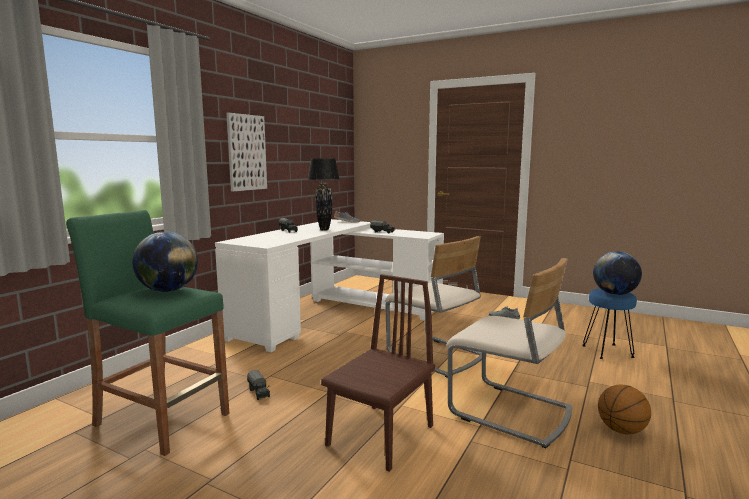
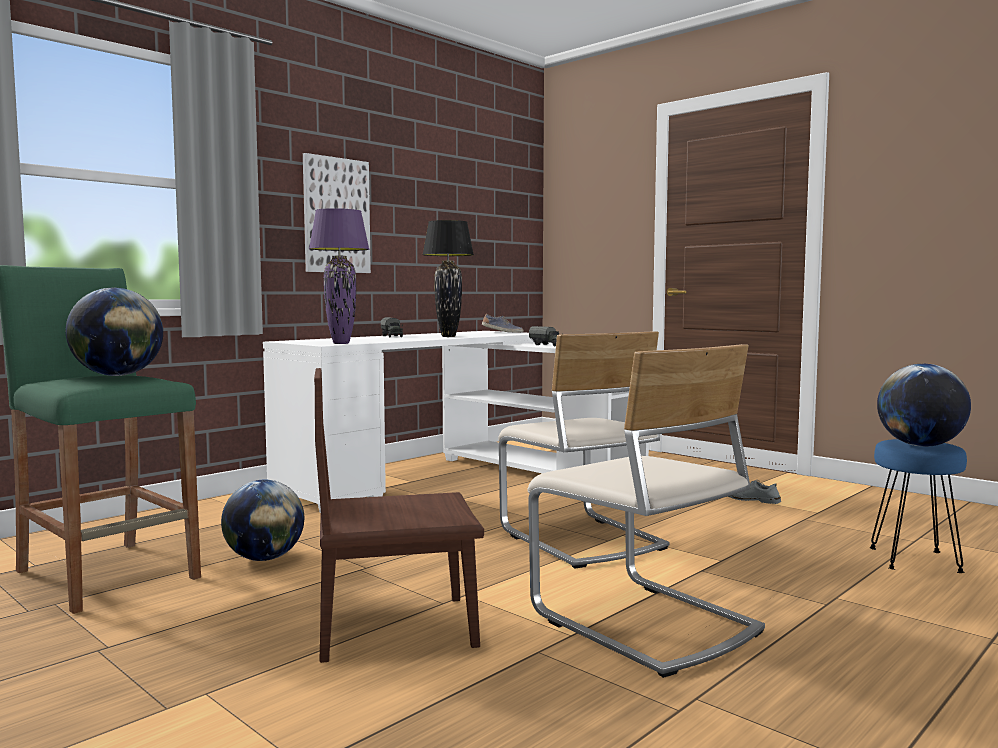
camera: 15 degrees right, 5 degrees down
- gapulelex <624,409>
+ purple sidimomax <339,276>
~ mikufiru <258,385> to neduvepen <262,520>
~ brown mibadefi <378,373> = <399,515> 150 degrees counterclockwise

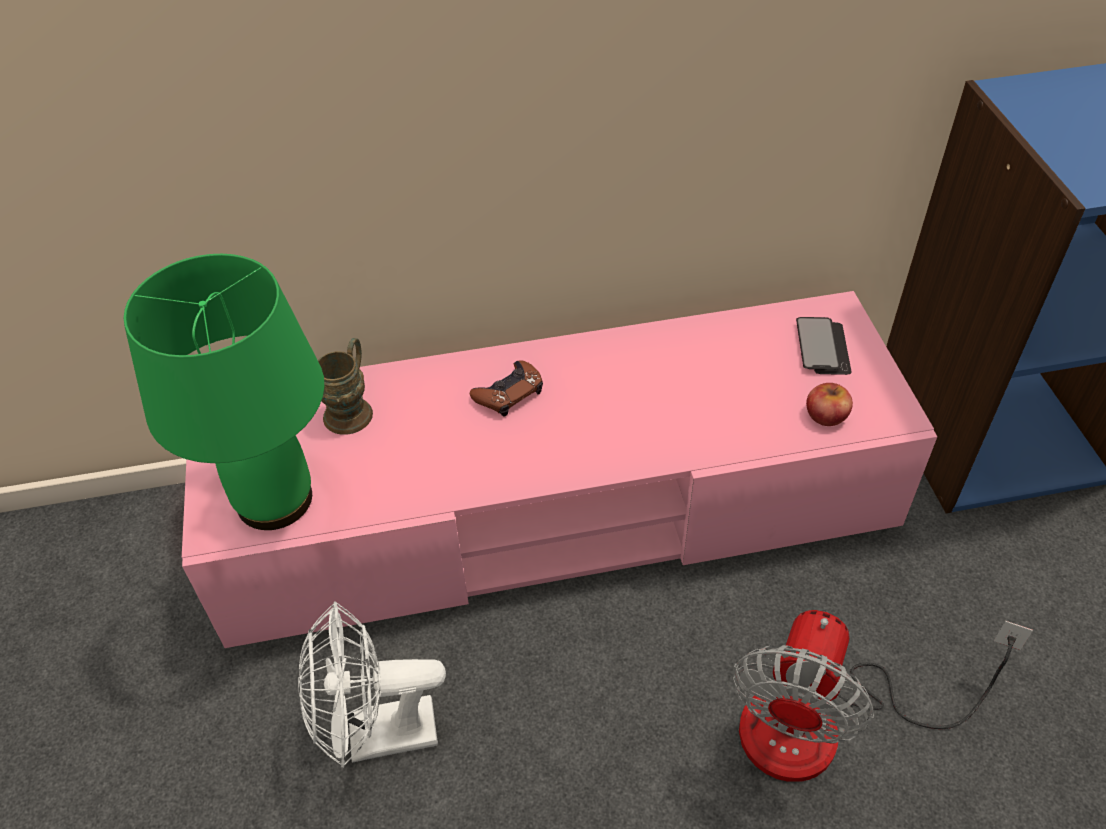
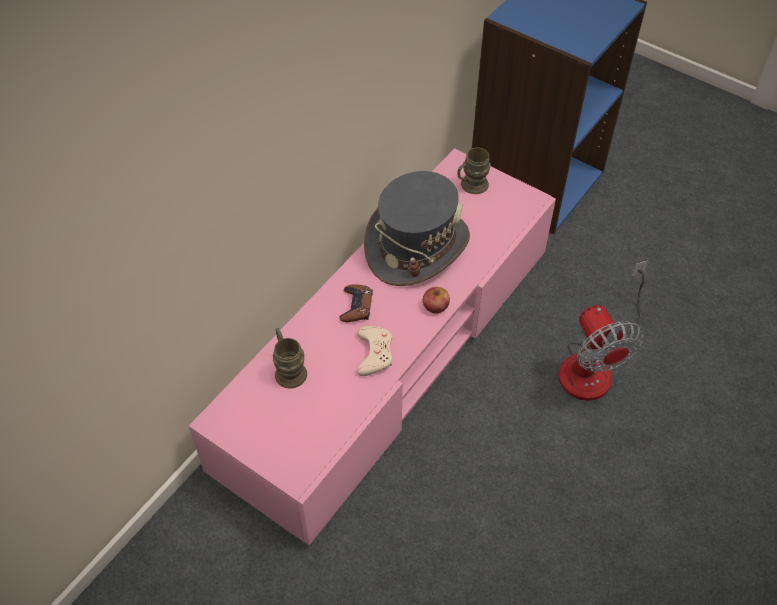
camera: 45 degrees left, 5 degrees up
- green sidimomax <224,392>
- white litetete <372,685>
+ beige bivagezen <375,351>
+ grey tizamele <417,228>
~ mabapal <829,404> to <436,300>
~ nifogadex <823,346> to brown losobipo <474,170>

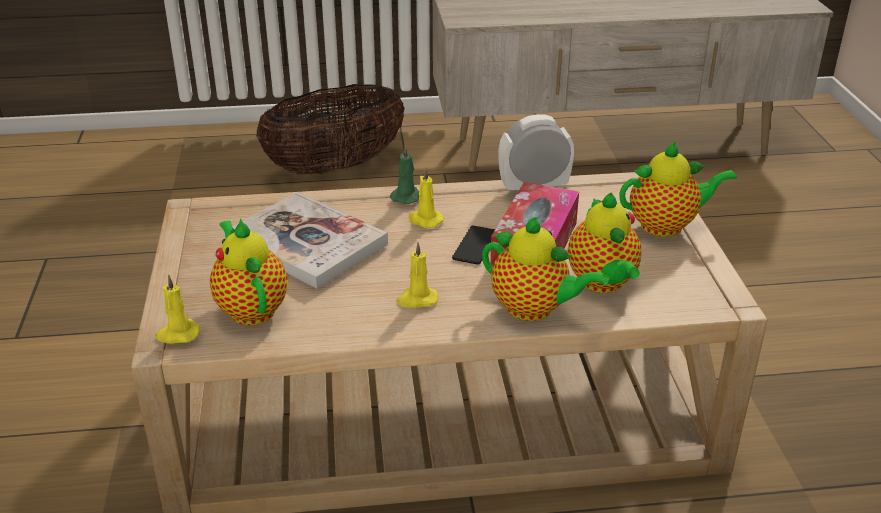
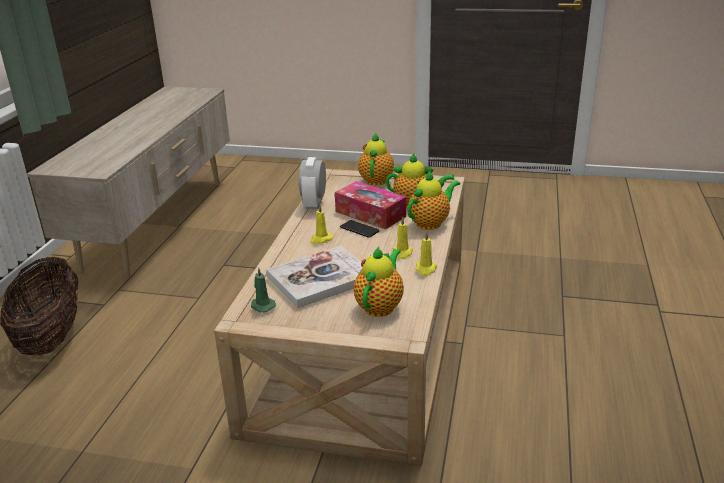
camera: 70 degrees left, 5 degrees down
~ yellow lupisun <177,309> to <426,254>
~ green lupisun <404,174> to <263,289>
~ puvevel <249,271> = <379,281> 120 degrees clockwise

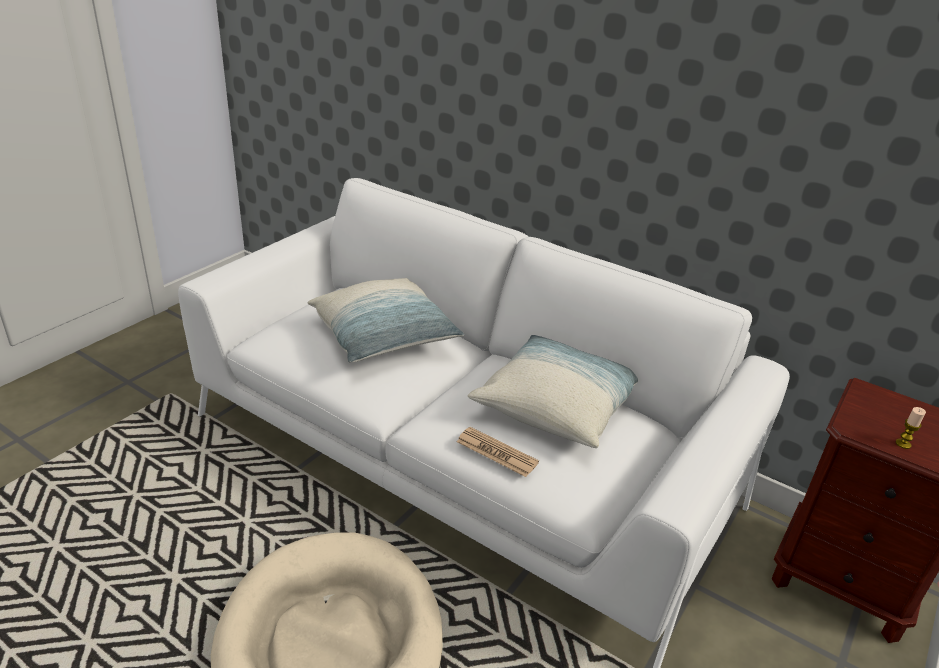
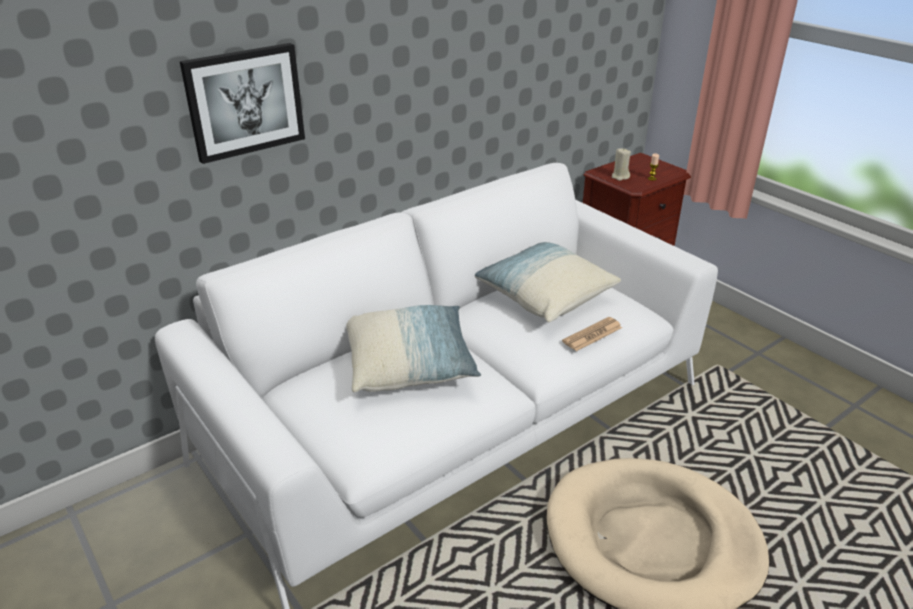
camera: 70 degrees left, 0 degrees up
+ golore <242,103>
+ beige lupisun <621,164>

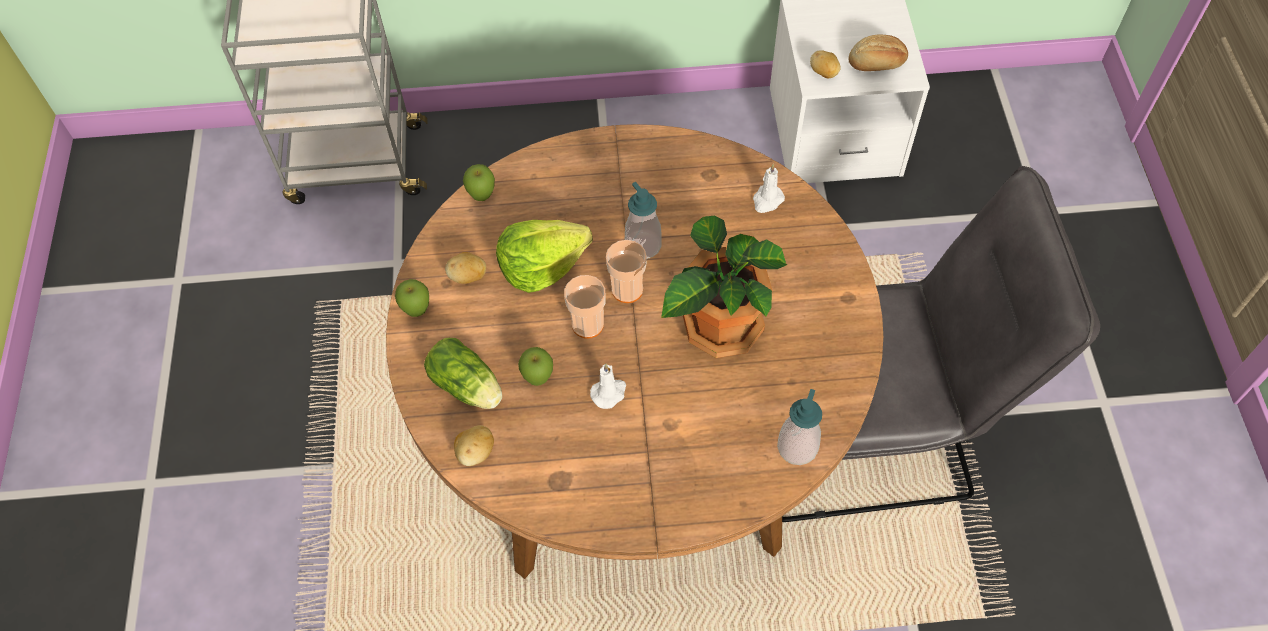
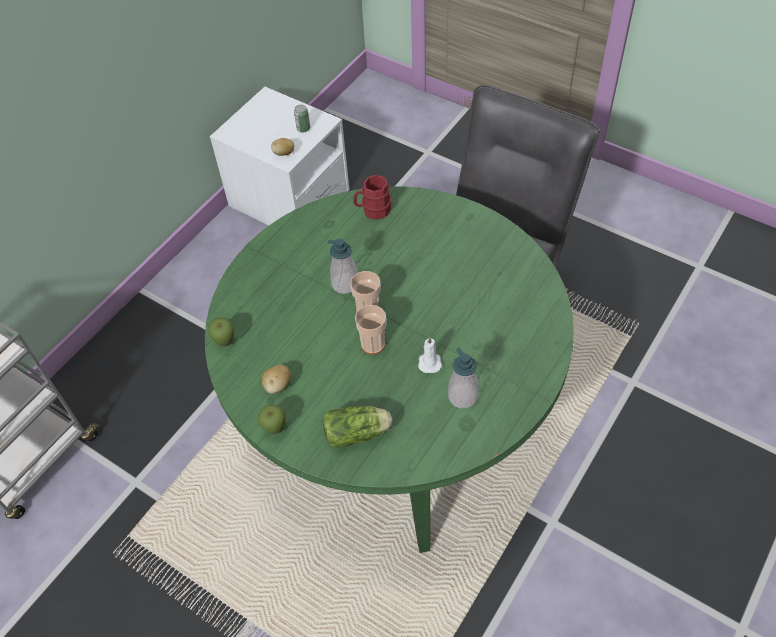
camera: 50 degrees left, 5 degrees down
- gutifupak <474,445>
- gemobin <544,256>
- mabapal <535,366>
- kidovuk <724,287>
~ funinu <799,427> to <463,378>
~ white lupisun <769,188> to red losobipo <372,197>
~ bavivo <878,53> to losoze <302,119>
~ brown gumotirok <634,351> to green gumotirok <389,369>

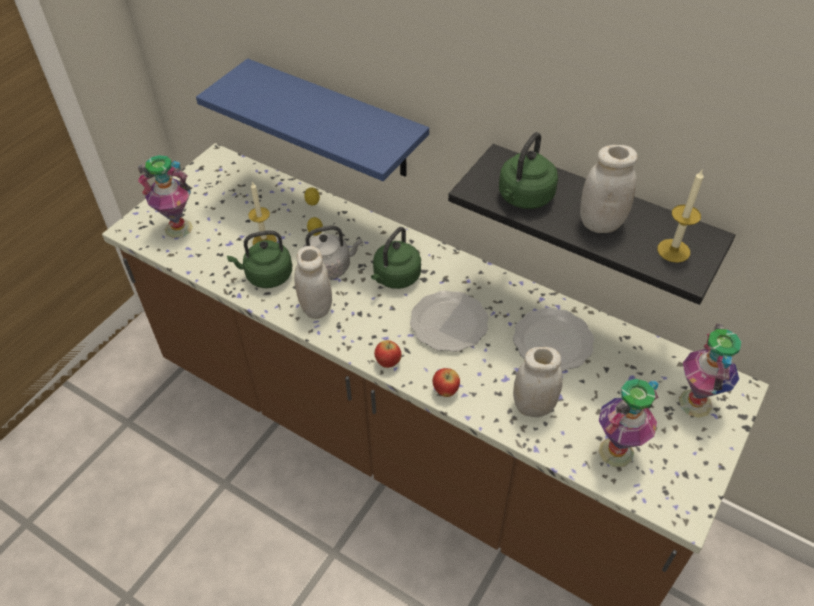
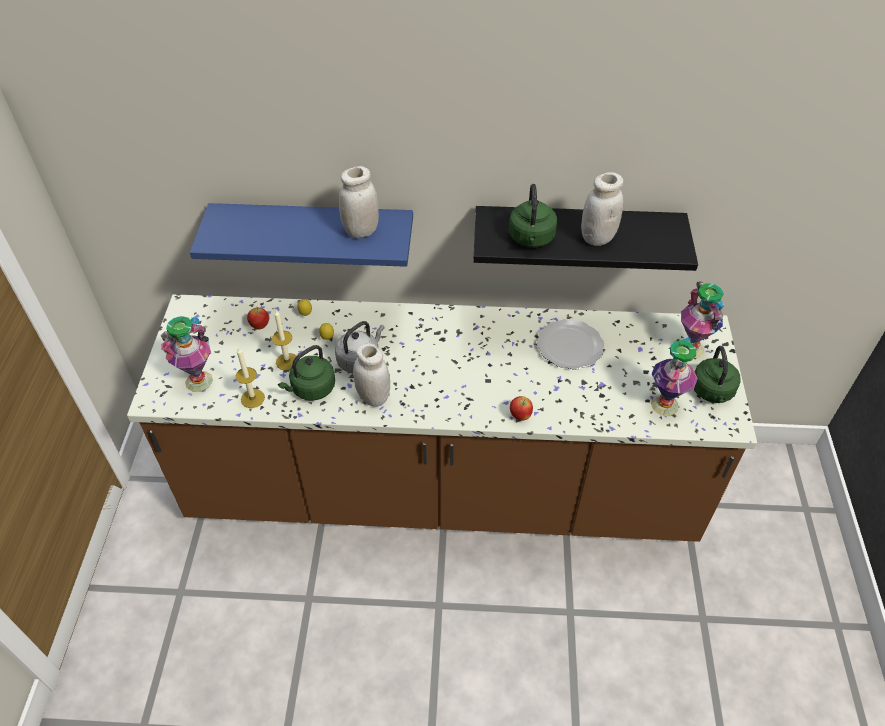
camera: 30 degrees left, 0 degrees up
- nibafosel <449,321>
~ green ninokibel <396,258> to <717,374>
~ mabapal <388,354> to <258,318>
~ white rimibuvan <538,382> to <359,202>
~ lupisun <680,216> to <250,378>

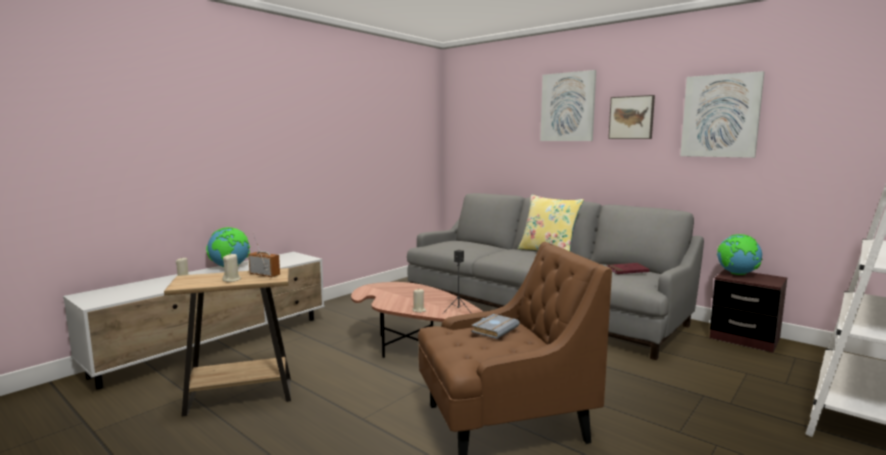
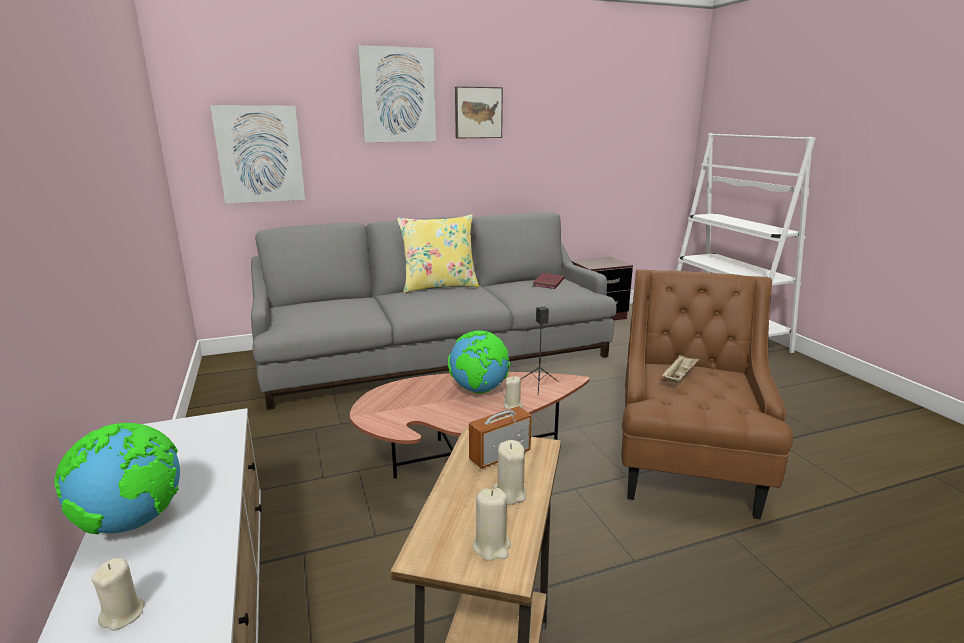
camera: 60 degrees left, 10 degrees up
+ beige lupisun <492,524>
~ golore <722,114> to <257,154>
~ neduvepen <740,254> to <479,362>
~ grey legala <495,326> to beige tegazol <681,368>

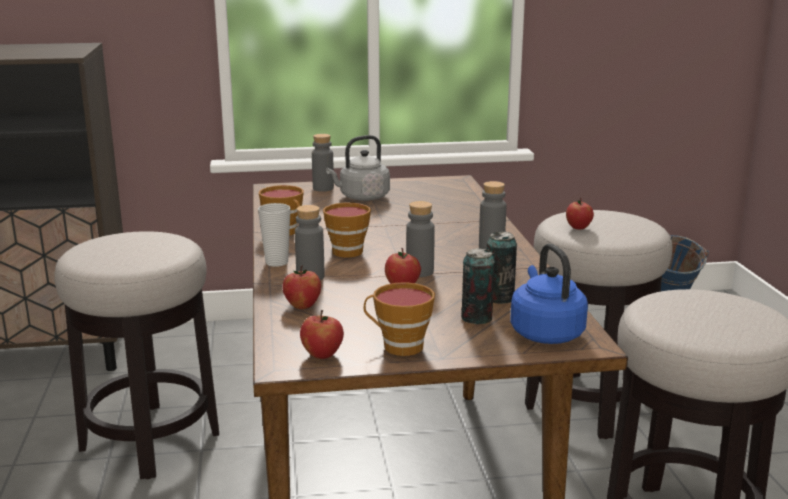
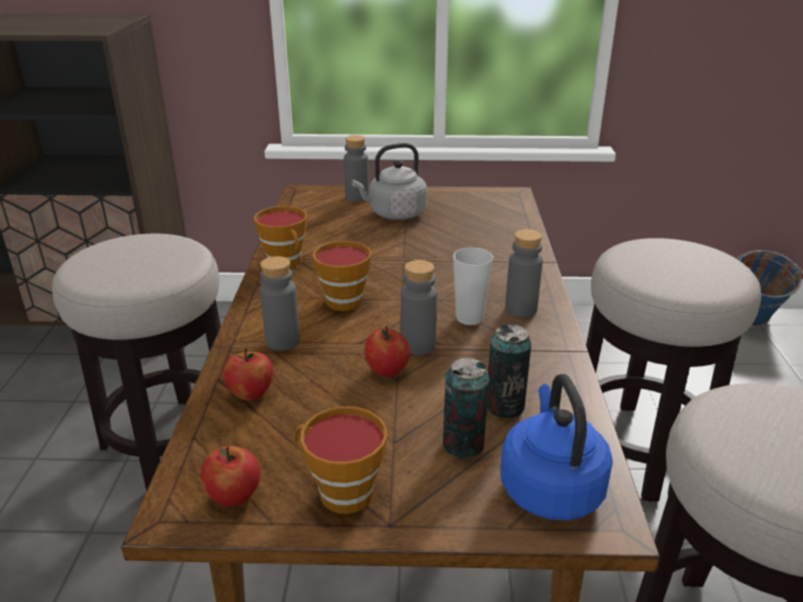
camera: 10 degrees right, 10 degrees up
- mabapal <580,213>
~ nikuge <274,235> to <473,286>

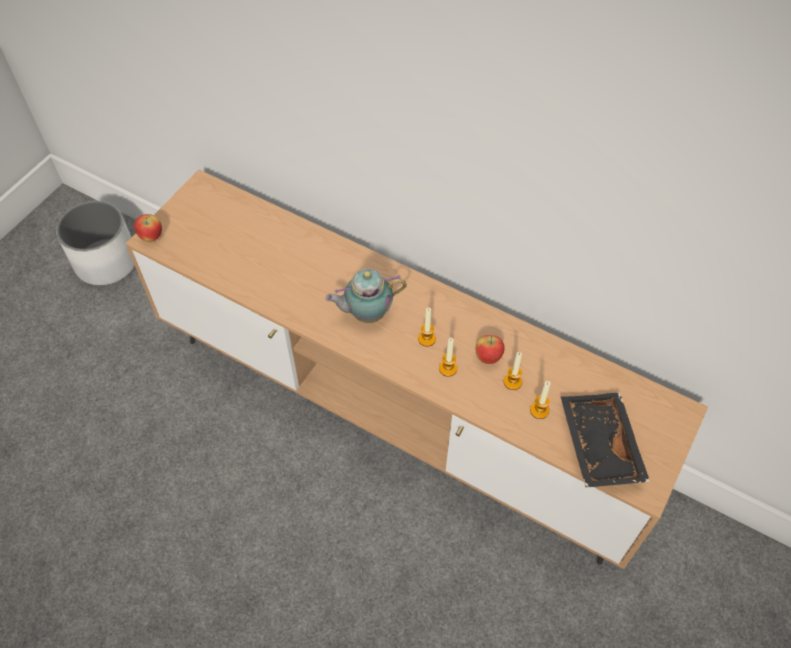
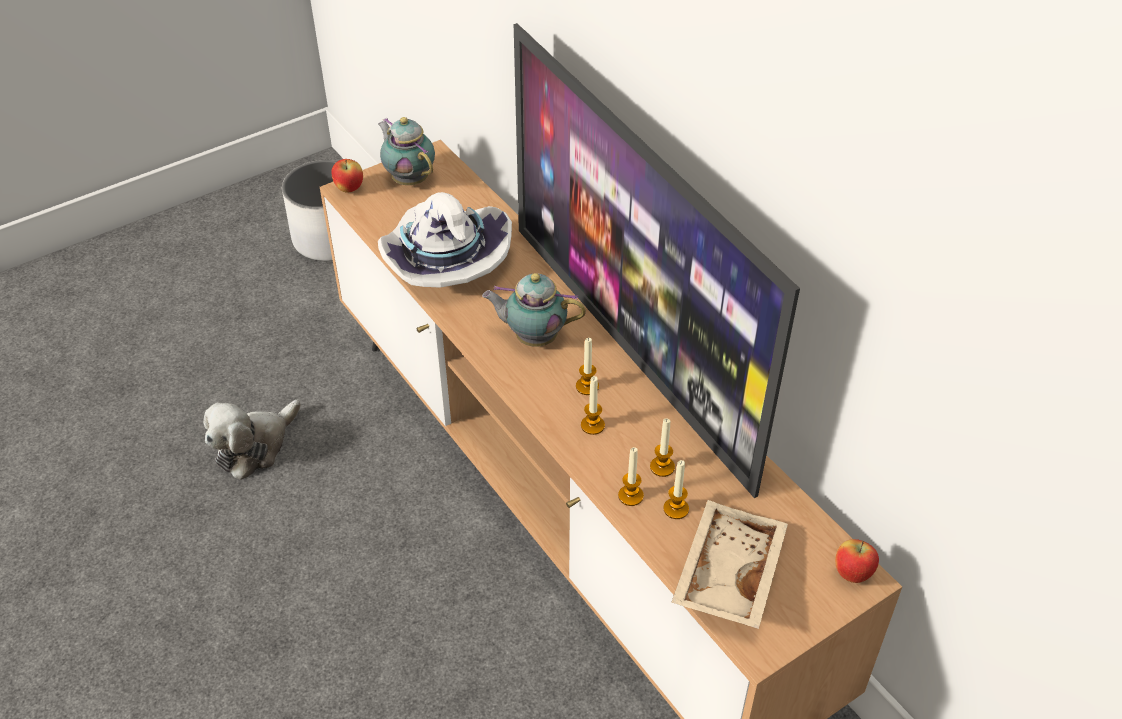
camera: 25 degrees right, 10 degrees down
+ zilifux <252,439>
+ puvevel <406,151>
+ white tizamele <445,240>
+ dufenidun <657,260>
+ lupisun <631,476>
~ mabapal <490,349> to <857,561>
~ black tegazol <605,440> to beige tegazol <729,564>

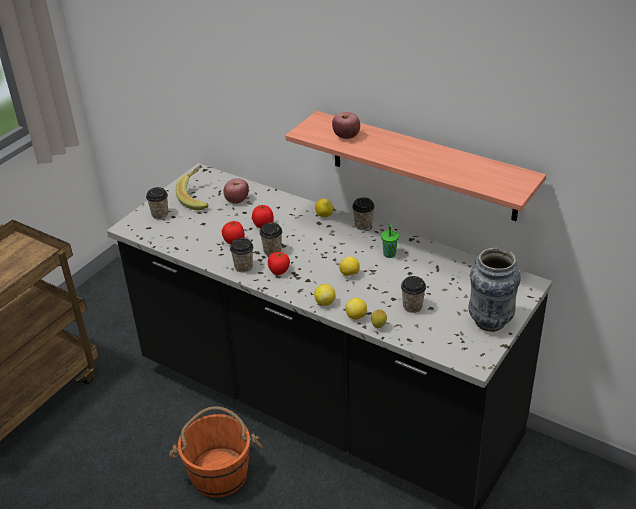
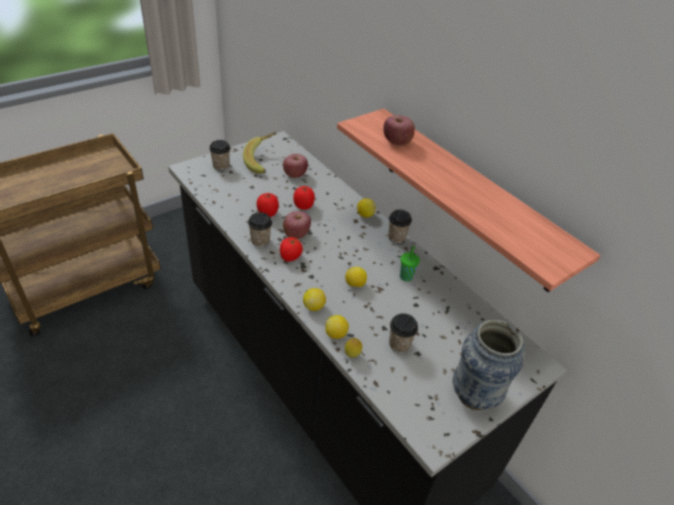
camera: 15 degrees right, 5 degrees up
- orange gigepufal <216,452>
~ nikuge <270,239> to mabapal <297,225>

